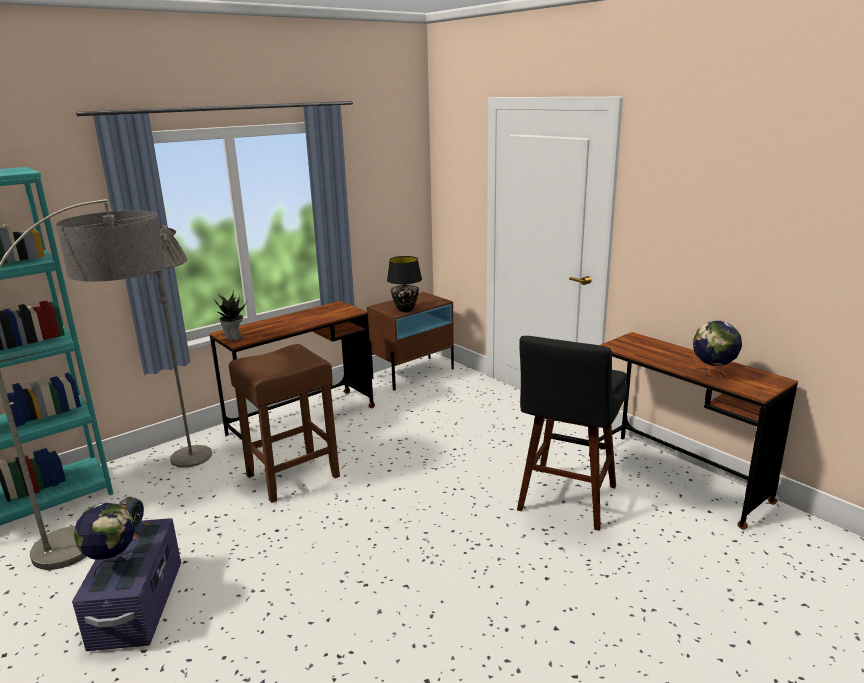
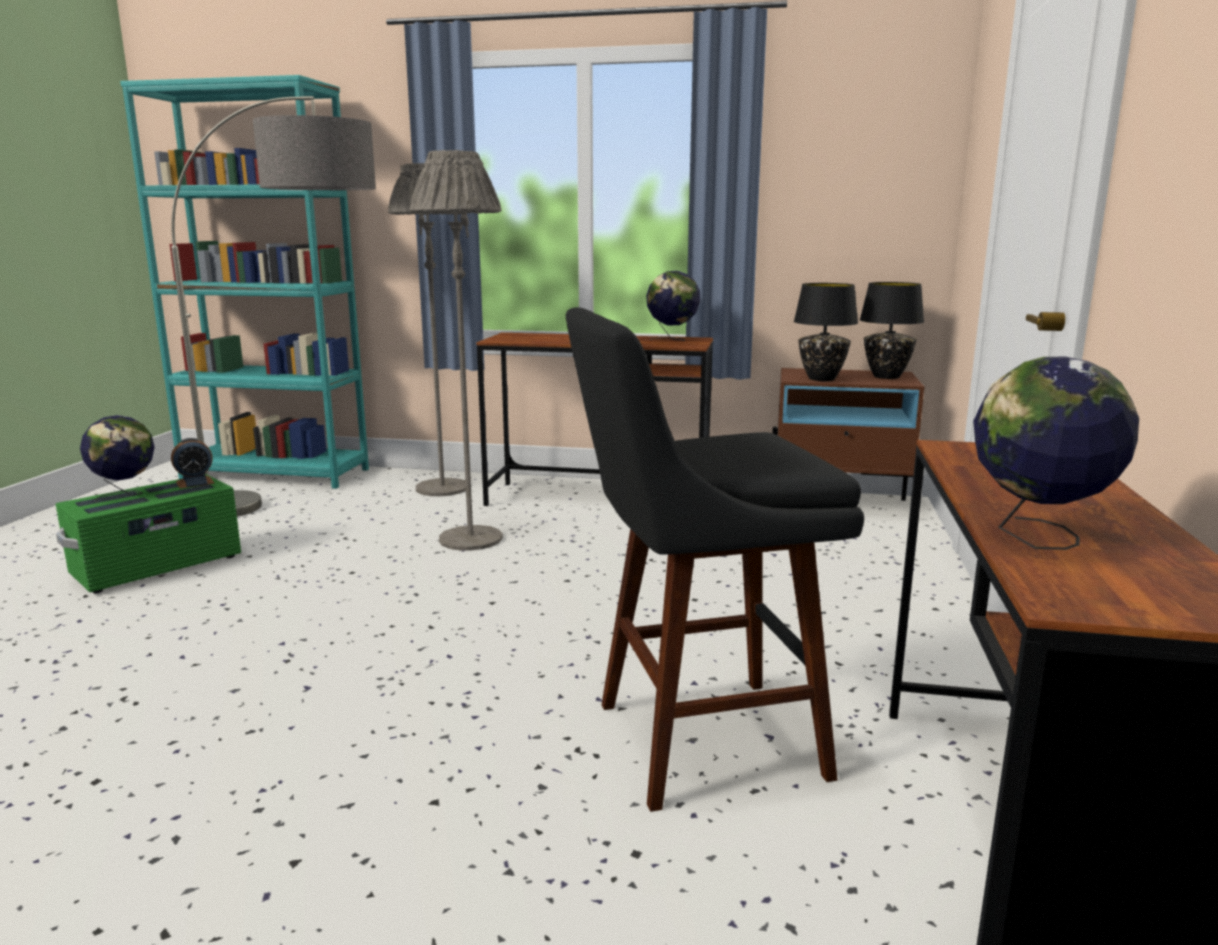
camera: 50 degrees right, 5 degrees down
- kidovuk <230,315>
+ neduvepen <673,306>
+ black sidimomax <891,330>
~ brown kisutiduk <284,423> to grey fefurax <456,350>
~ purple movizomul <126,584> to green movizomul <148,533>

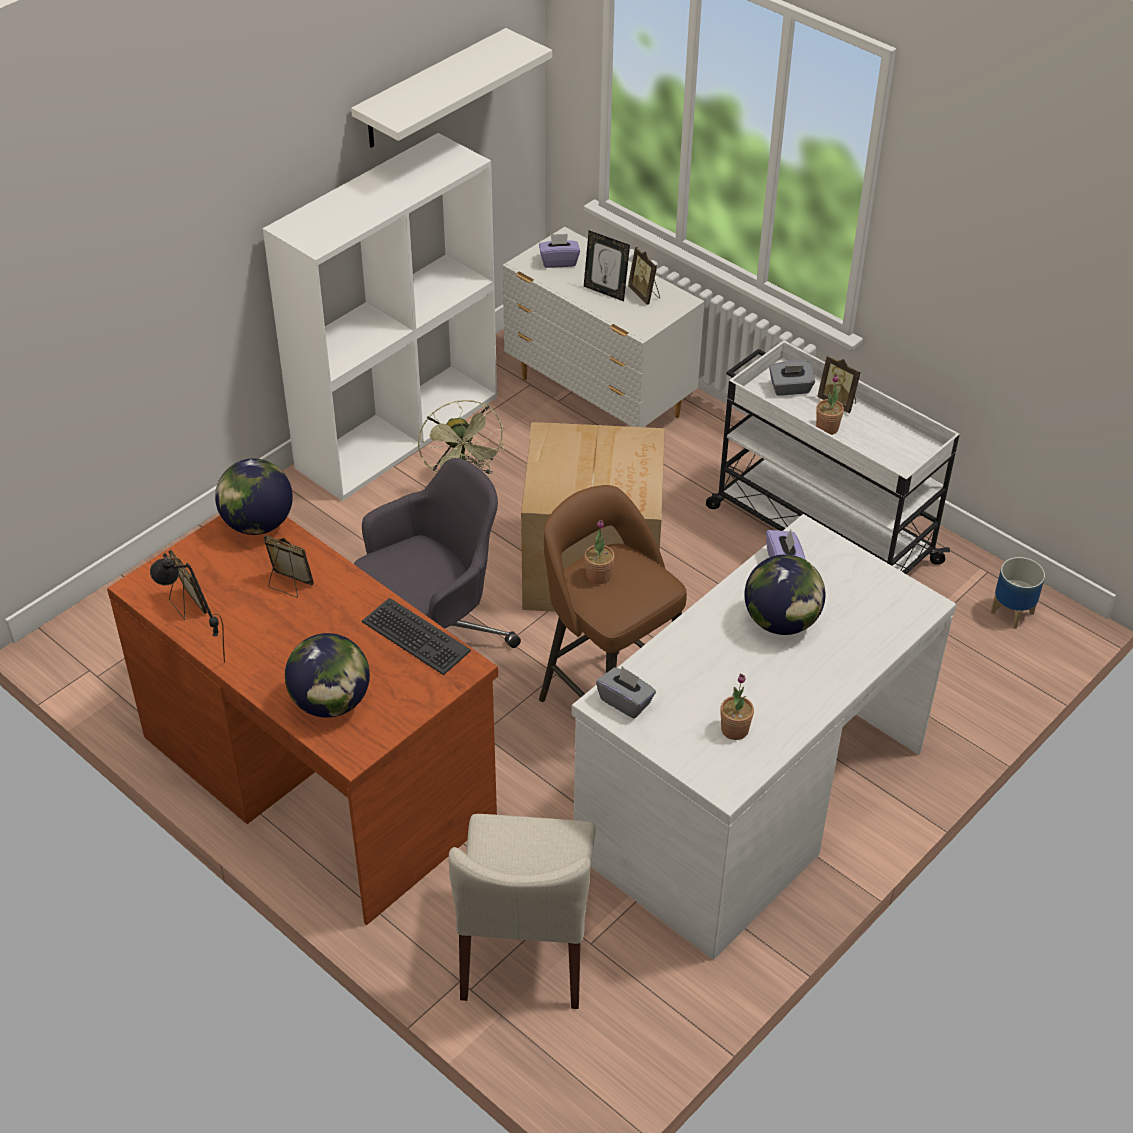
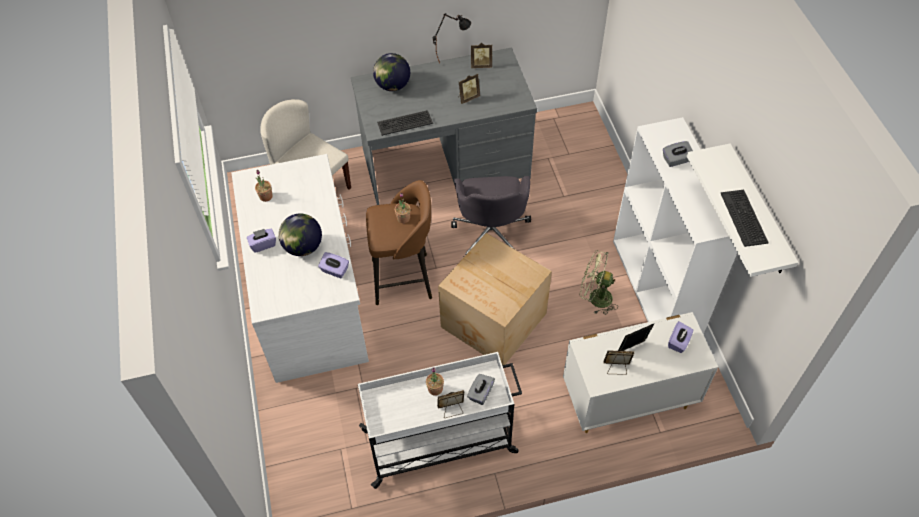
camera: 125 degrees right, 10 degrees up
- neduvepen <254,497>
- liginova <1018,593>
+ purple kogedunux <261,241>
+ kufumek <745,218>
~ grey kogedunux <626,692> to <678,154>
~ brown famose <302,720> to grey famose <444,126>

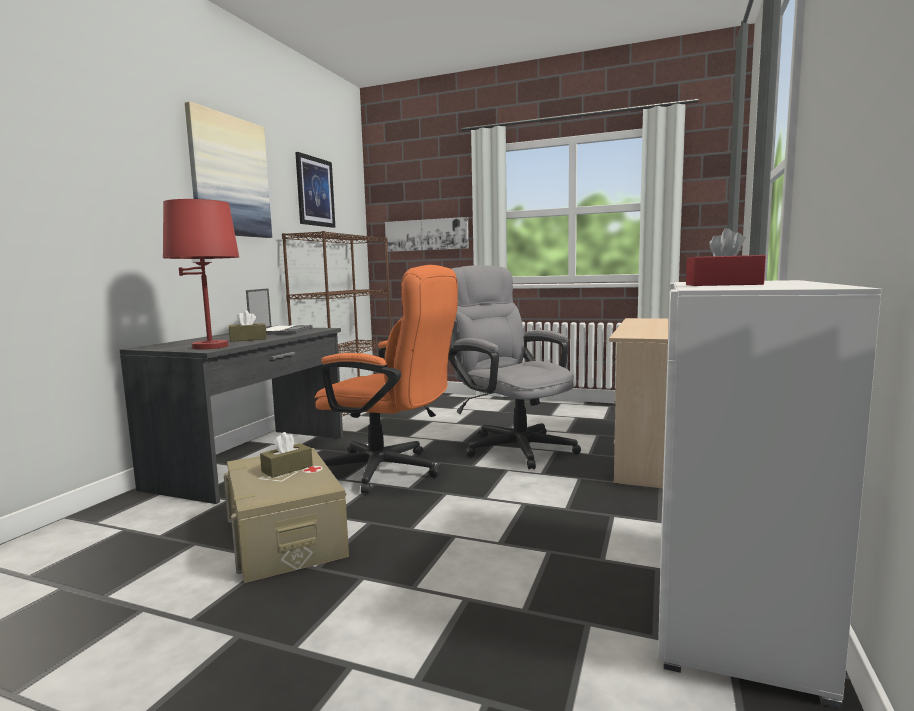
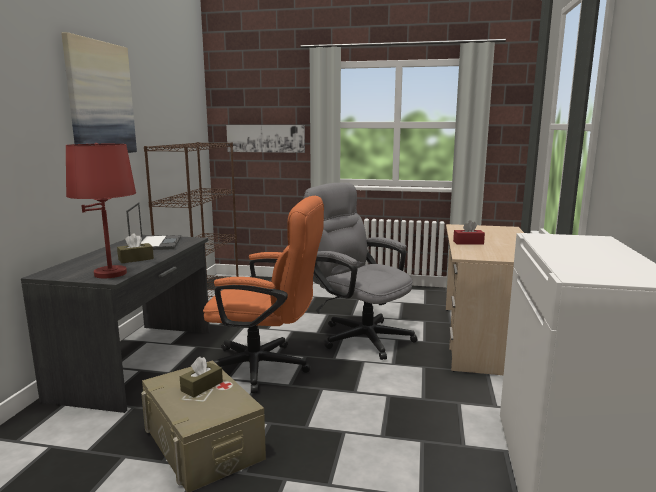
camera: 10 degrees left, 5 degrees up
- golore <315,190>
~ red kogedunux <726,257> to <469,232>

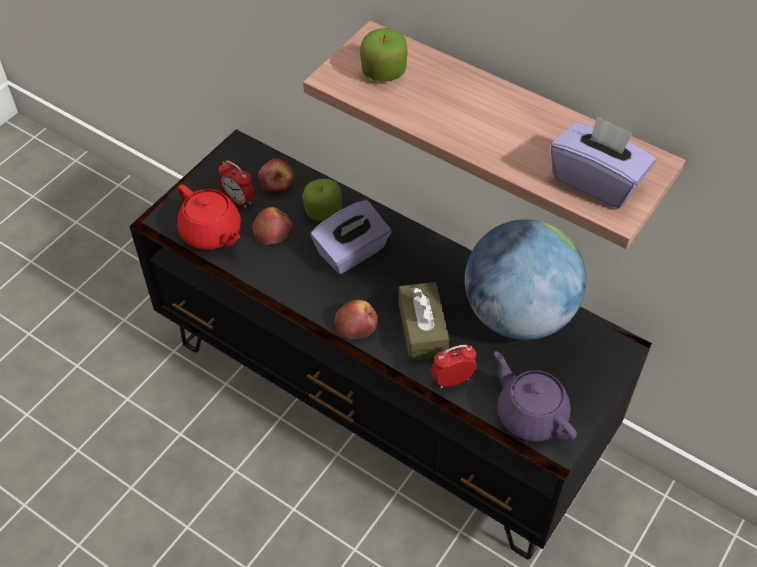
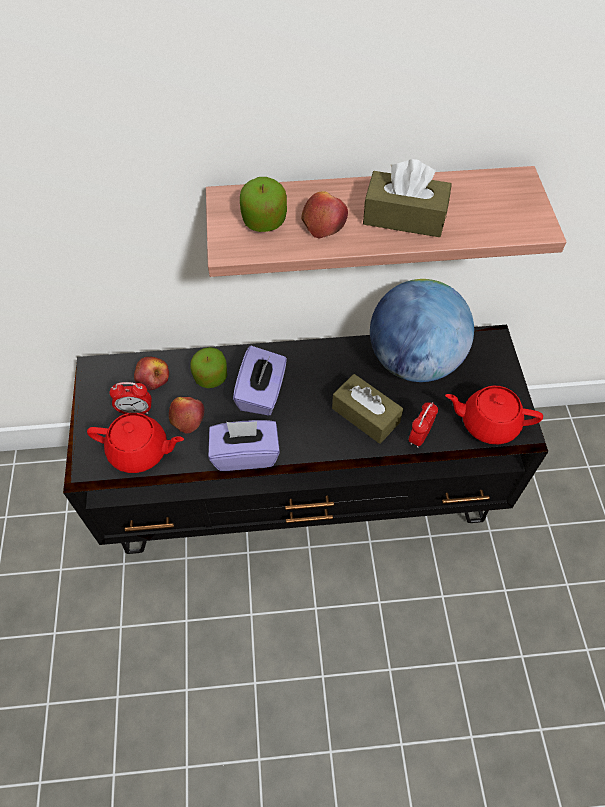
camera: 40 degrees left, 5 degrees up
+ brown kogedunux <407,198>
~ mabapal <356,319> to <324,215>
~ purple kogedunux <603,161> to <244,445>
~ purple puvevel <535,396> to red puvevel <494,415>

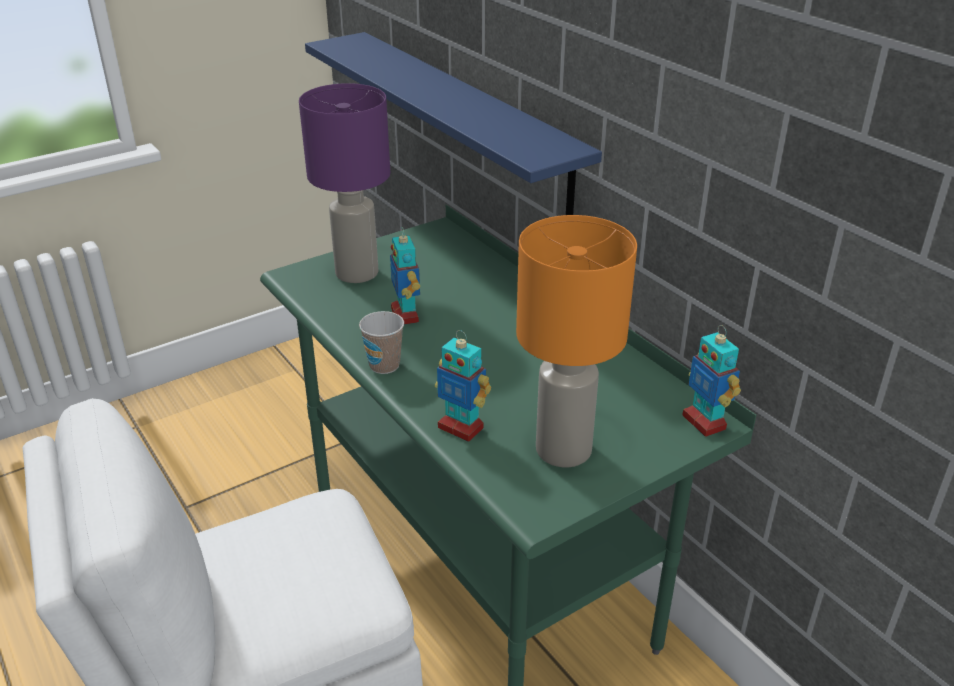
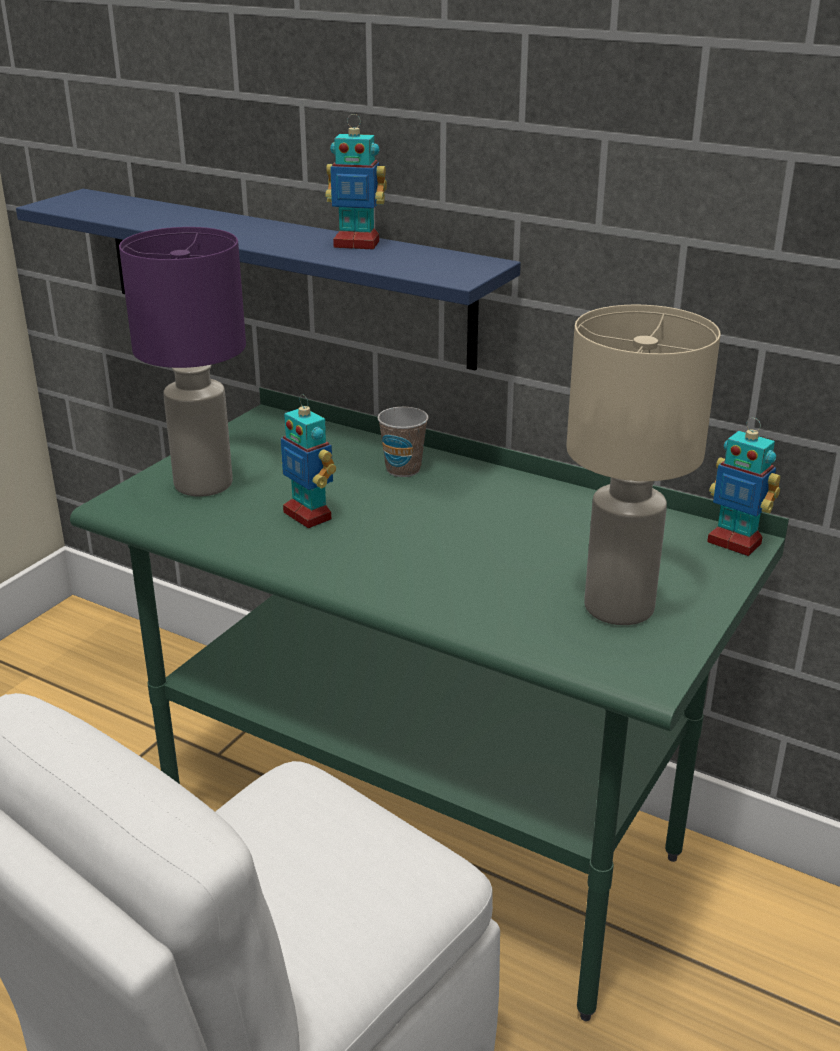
camera: 25 degrees left, 5 degrees down
~ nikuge <381,342> to <402,442>
~ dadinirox <463,386> to <356,181>
~ orange sidimomax <576,341> to beige sidimomax <643,465>

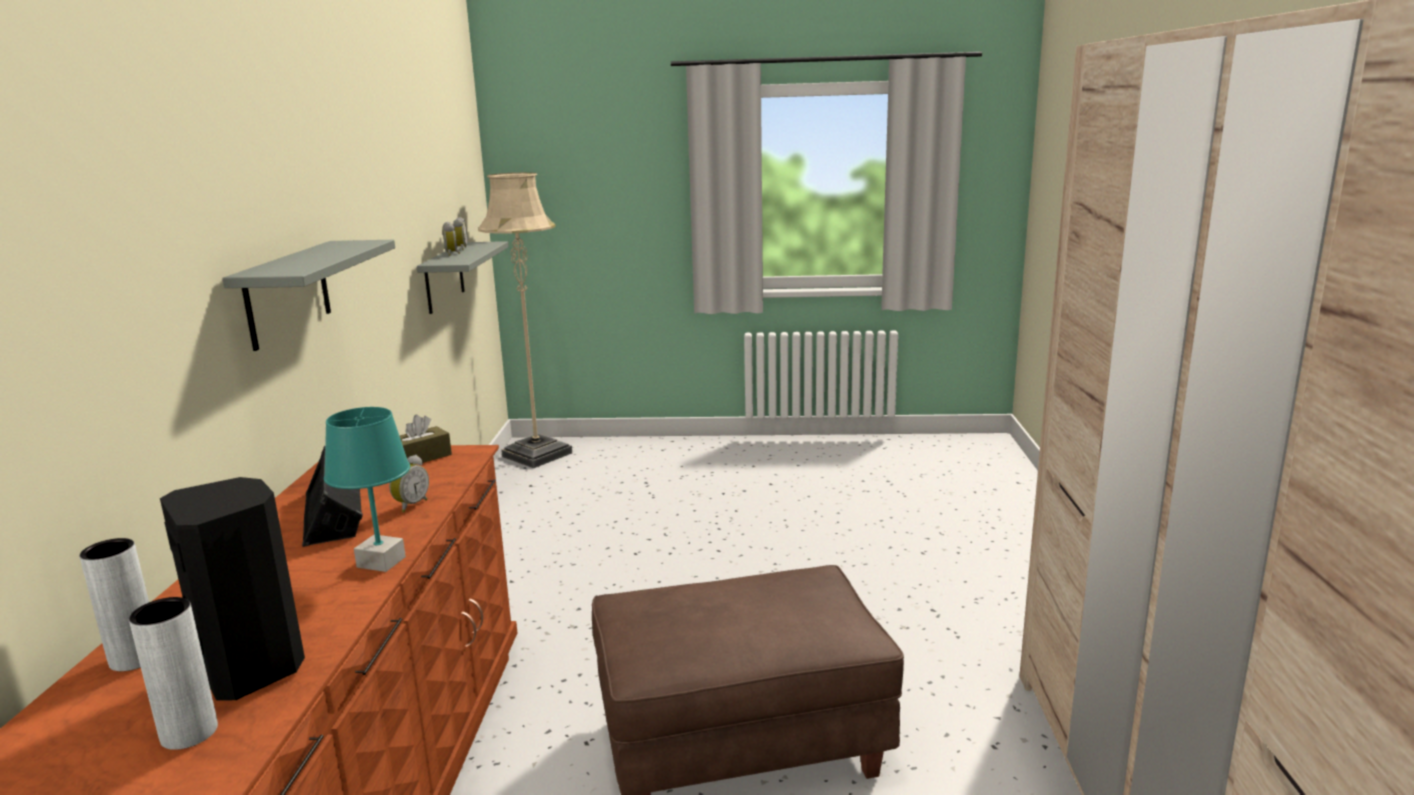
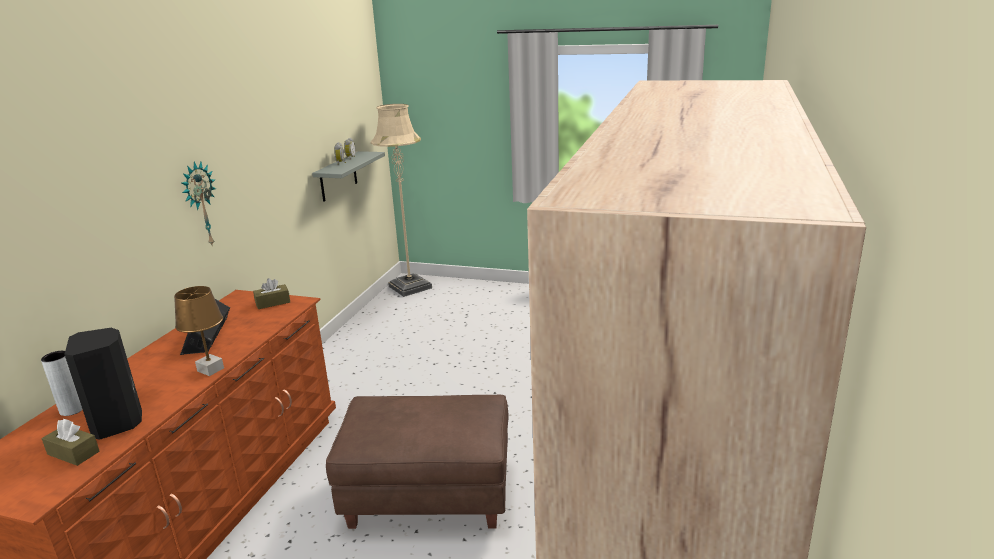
camera: 15 degrees right, 5 degrees up
- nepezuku <409,483>
~ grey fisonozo <173,673> to brown kogedunux <71,442>
~ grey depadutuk <308,295> to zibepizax <199,204>
~ turquoise sidimomax <367,489> to brown sidimomax <199,331>

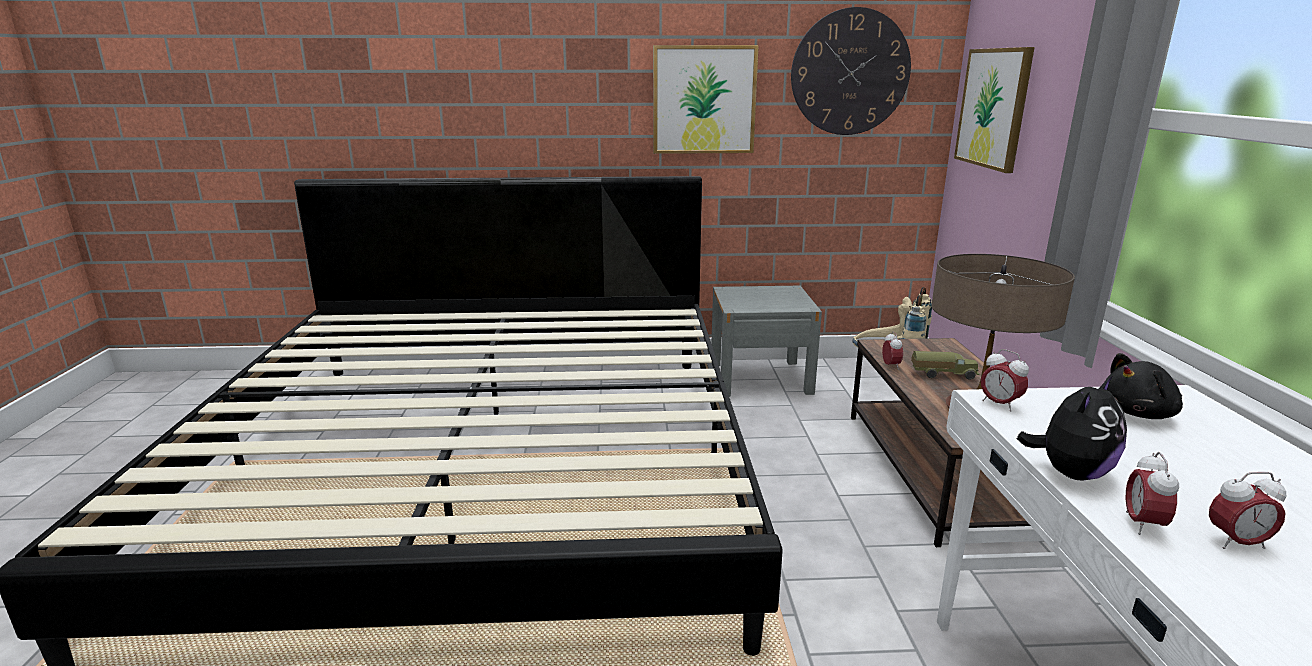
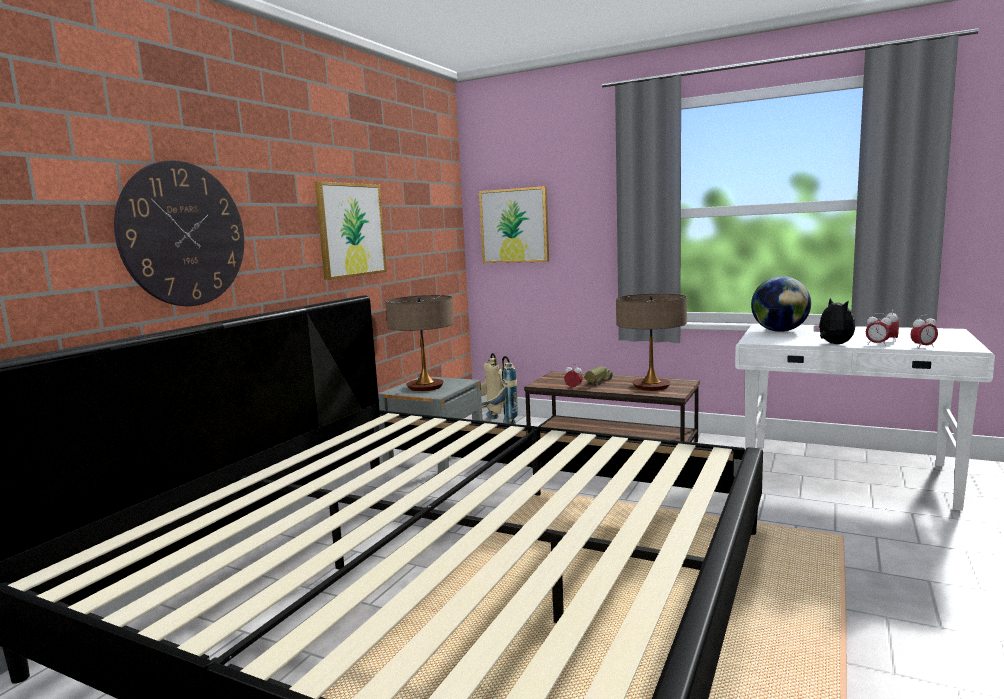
camera: 60 degrees left, 10 degrees down
+ sidimomax <419,343>
~ zibepizax <851,71> to <179,233>
~ nepezuku <1005,380> to <924,331>
~ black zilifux <1144,386> to neduvepen <781,304>

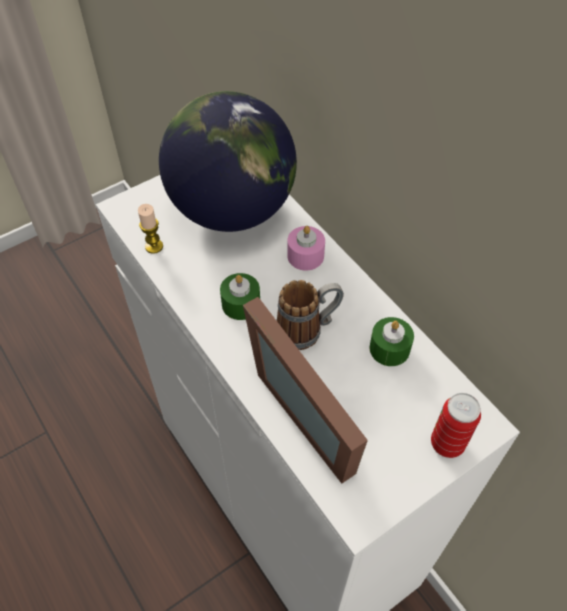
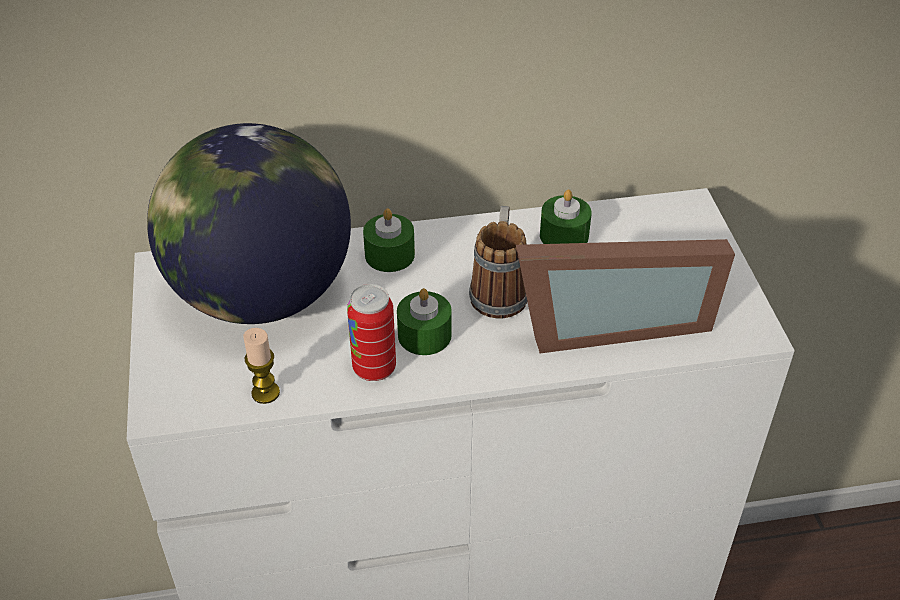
camera: 65 degrees left, 10 degrees down
~ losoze <456,425> to <371,332>
~ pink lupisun <306,248> to green lupisun <389,240>

